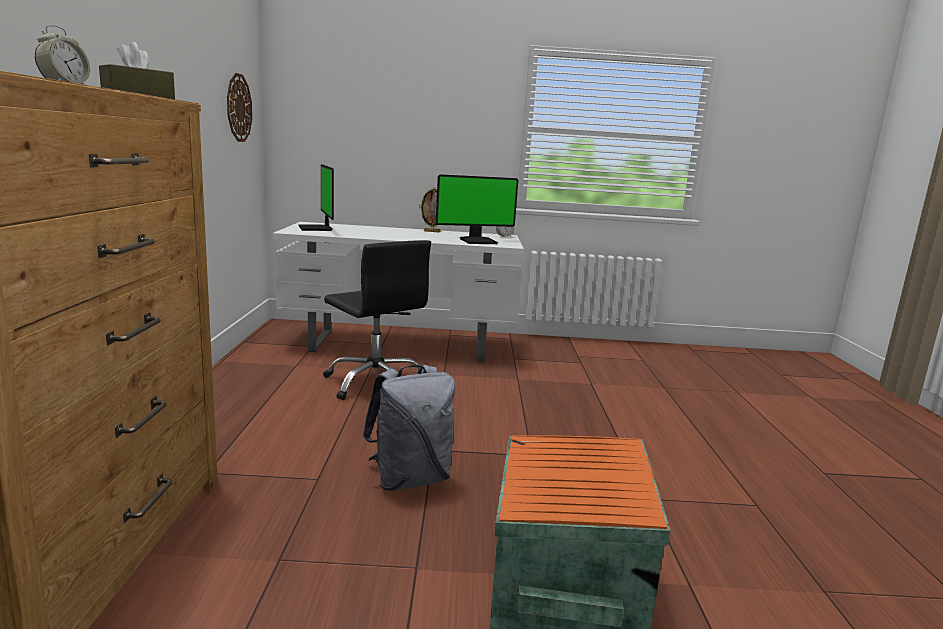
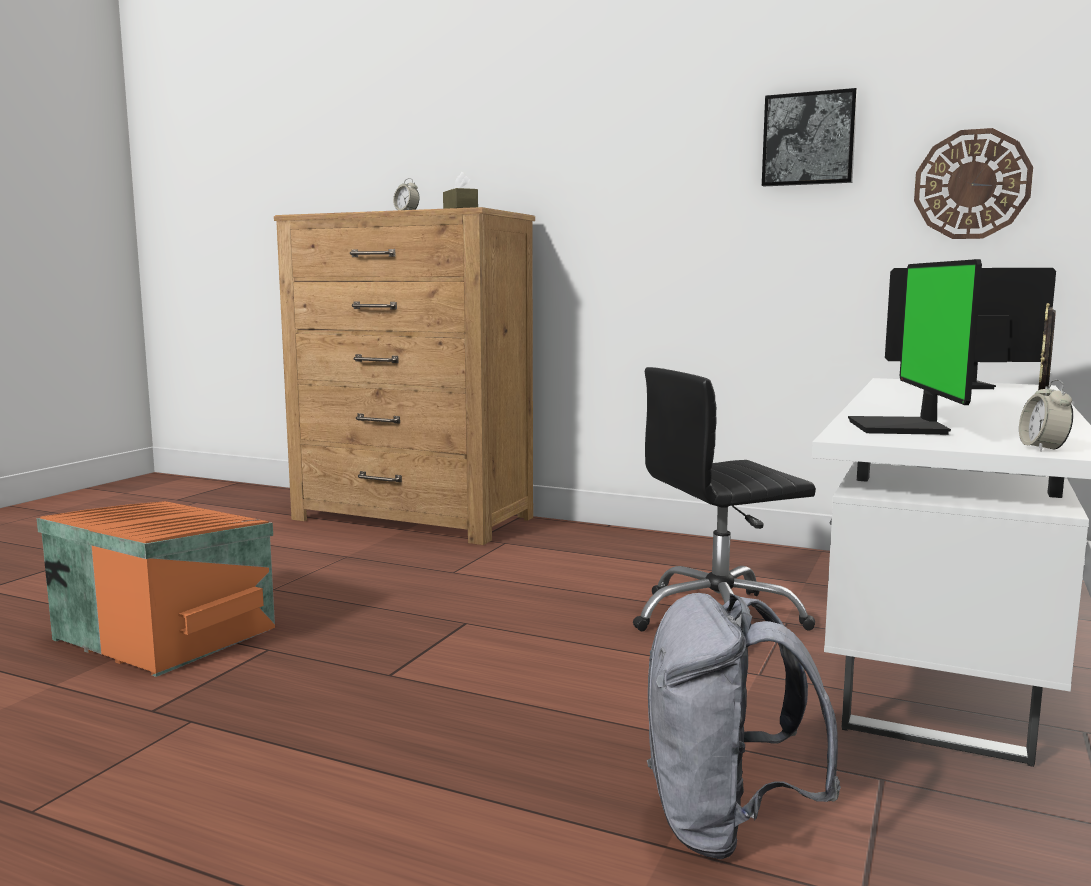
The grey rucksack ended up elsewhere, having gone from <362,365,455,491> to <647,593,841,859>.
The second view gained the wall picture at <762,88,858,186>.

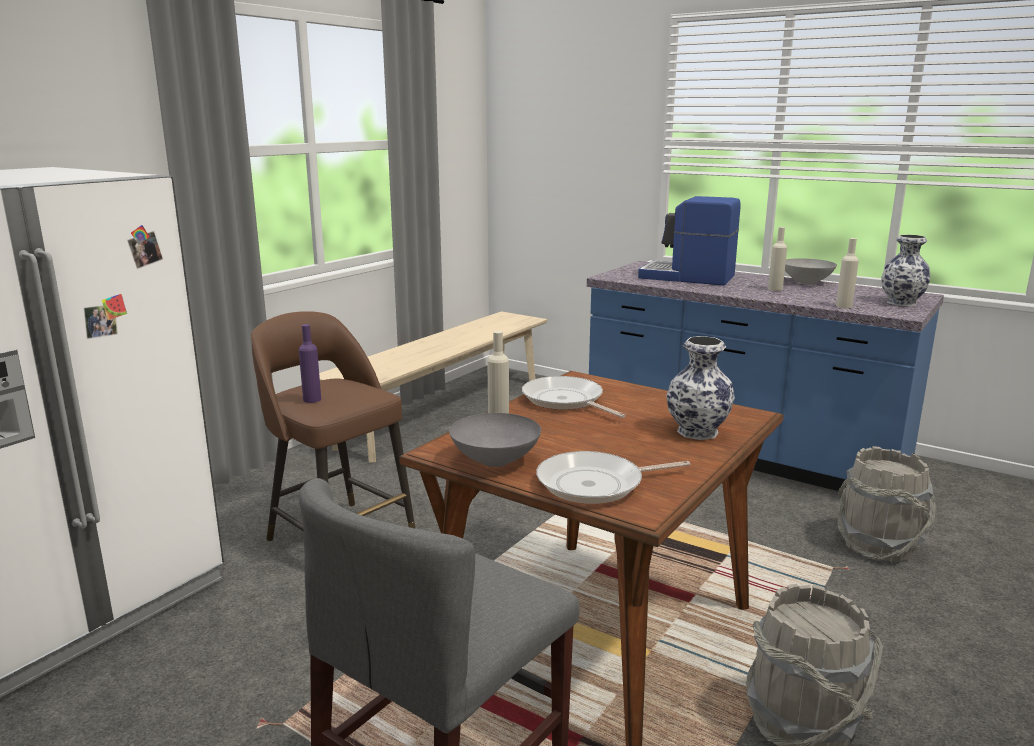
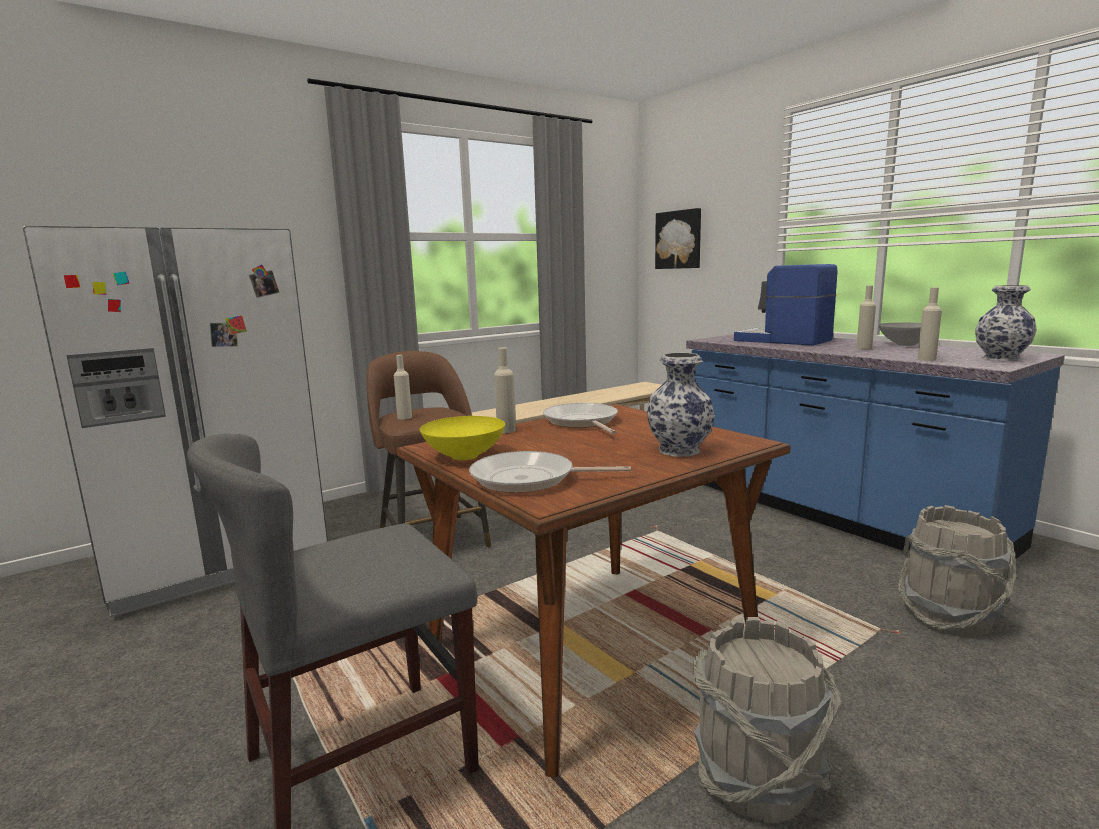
What was the purplish beverage bottle at <299,324,321,403> turned into the beige-coloured beverage bottle at <394,355,412,420>.
What was the grey deep dish at <449,413,541,467> turned into the yellow-coloured deep dish at <420,416,505,460>.
The second view gained the wall picture at <655,208,701,269>.

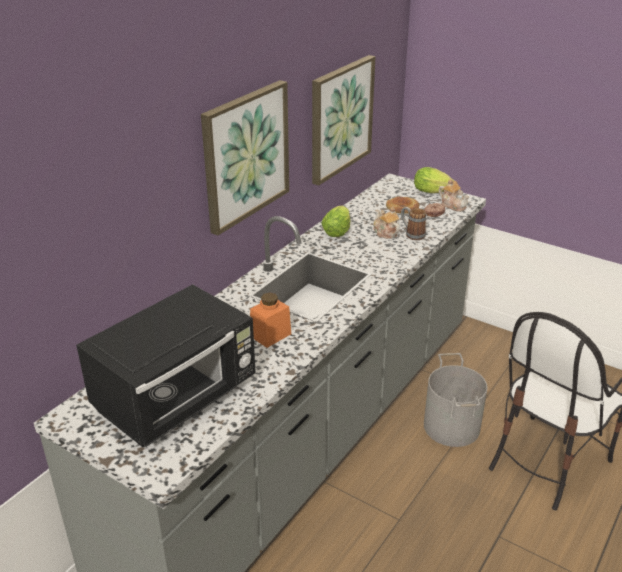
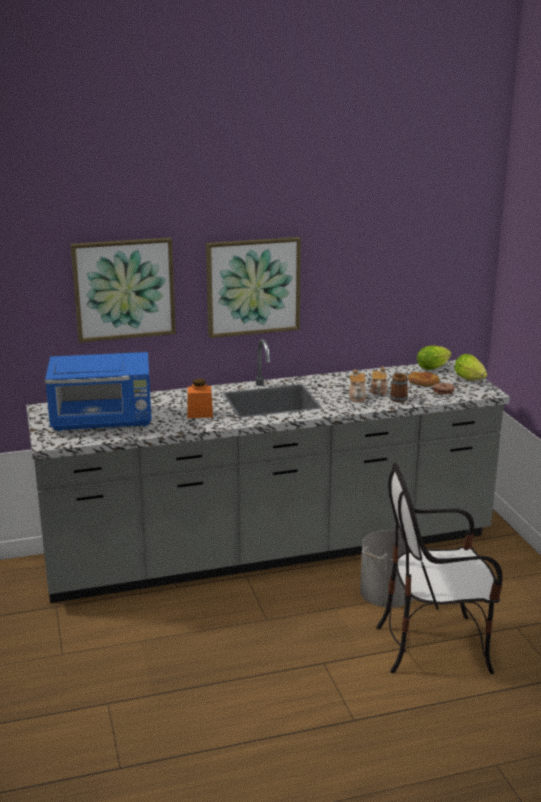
The wall picture ended up elsewhere, having gone from <312,55,375,185> to <70,237,176,343>.
The tea pot ended up elsewhere, having gone from <439,179,470,212> to <349,369,367,402>.
The head of lettuce ended up elsewhere, having gone from <321,206,350,237> to <417,346,452,370>.
What was the black kitchen microwave at <76,284,256,447> turned into the blue kitchen microwave at <45,352,152,431>.

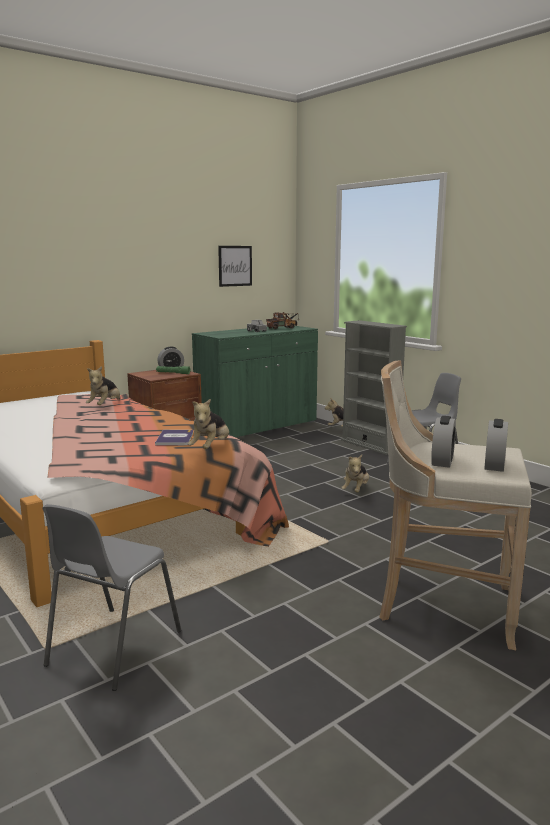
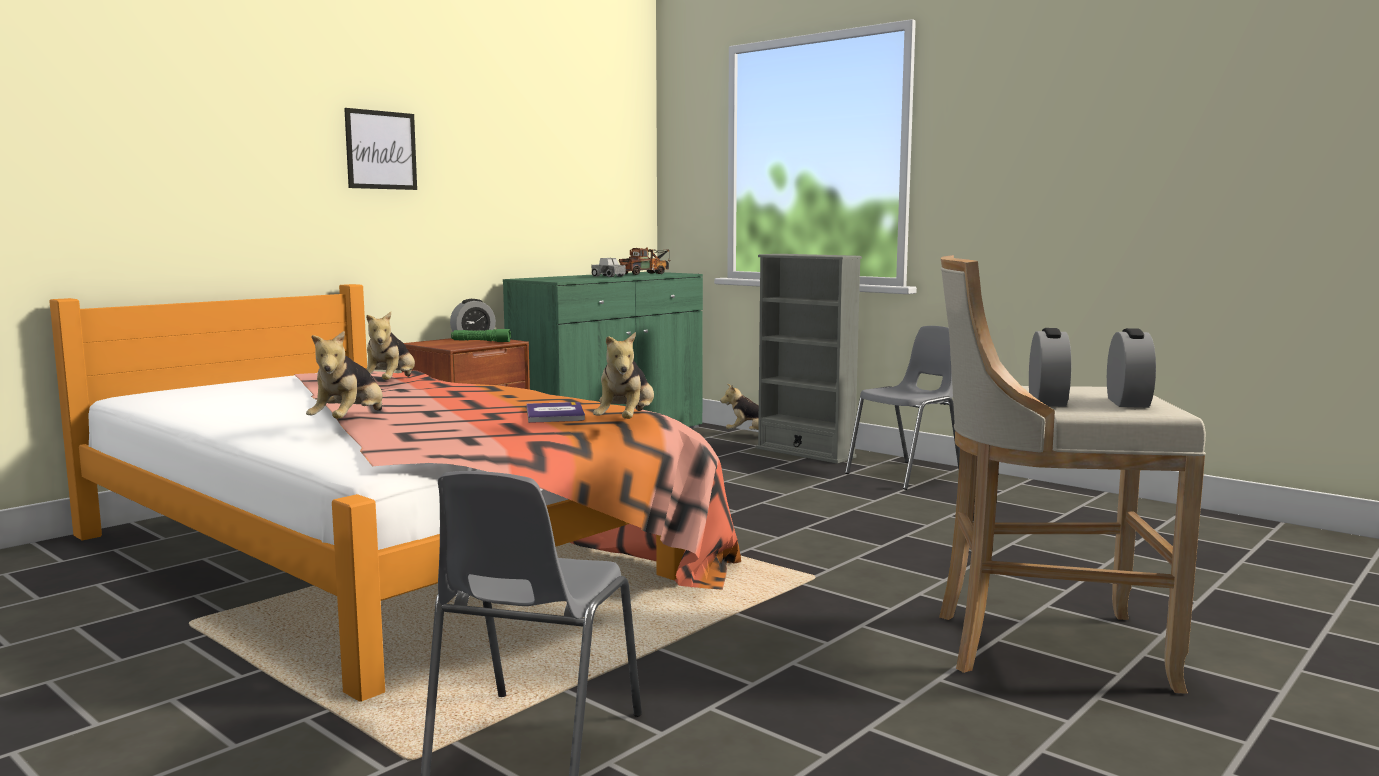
The wall picture ended up elsewhere, having gone from <218,246,252,287> to <344,108,417,190>.
The soft toy ended up elsewhere, having gone from <341,455,369,493> to <306,331,383,419>.

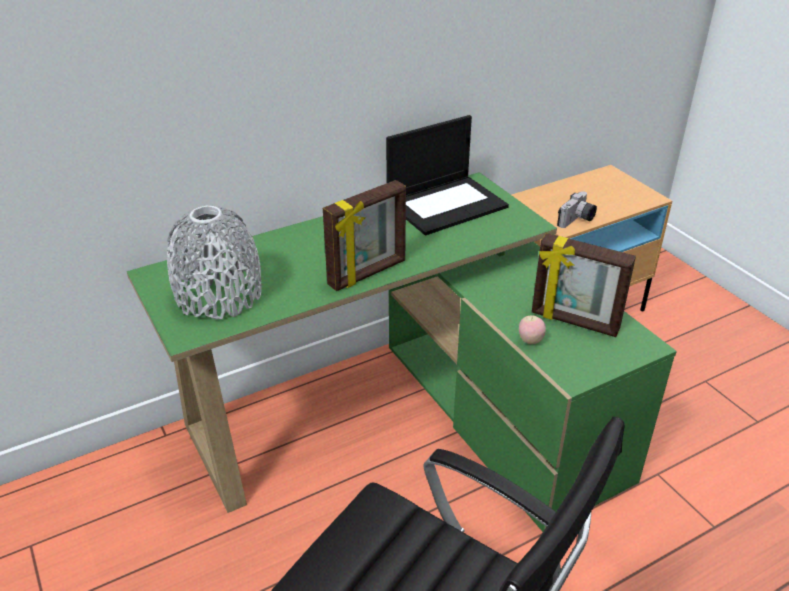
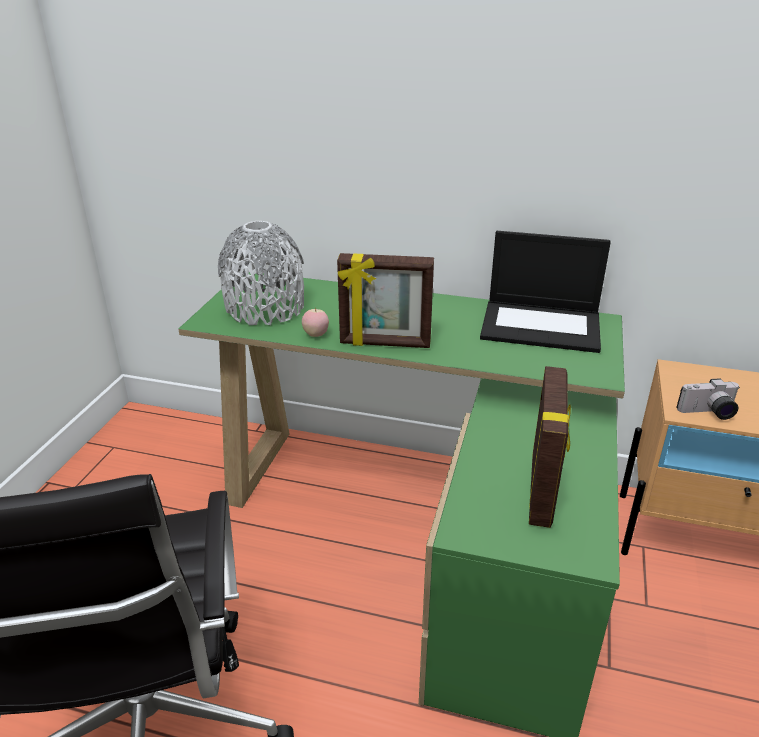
The standing frame at <532,233,636,337> ended up facing another way, 150 degrees counterclockwise from before.
The apple ended up elsewhere, having gone from <519,315,546,344> to <302,307,329,337>.

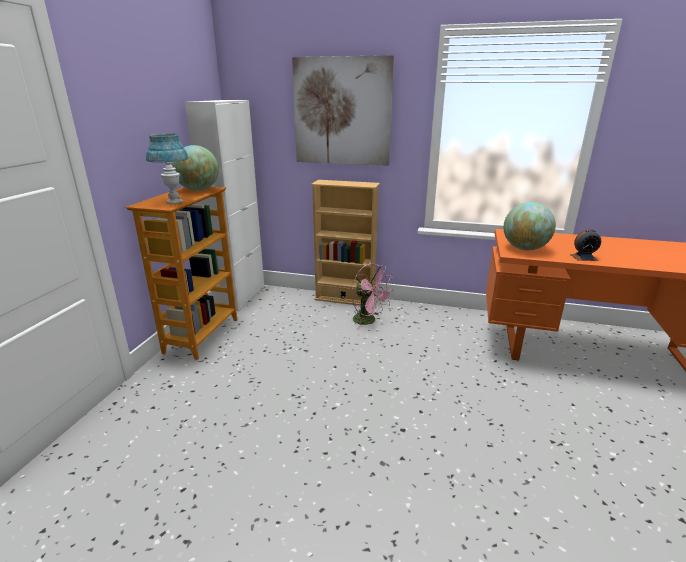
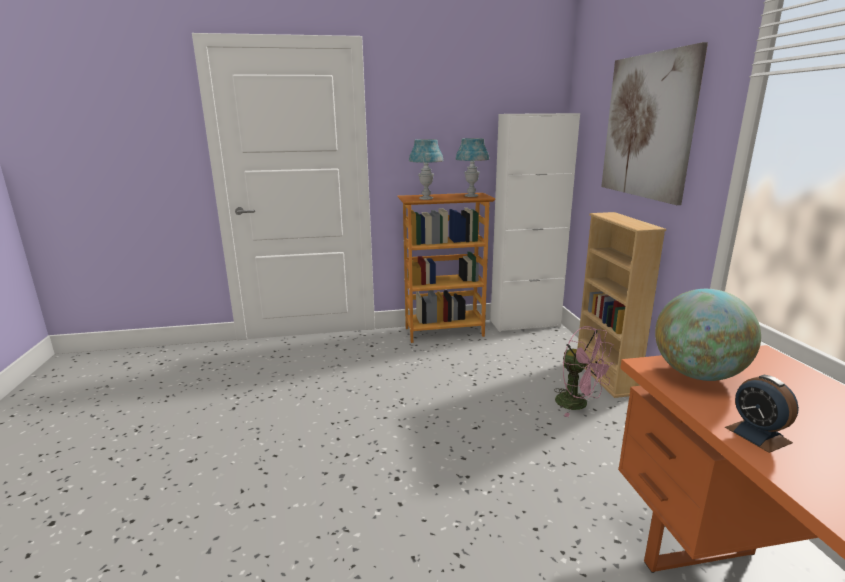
Where the globe stood at <172,145,219,191>, the blue tabletop lamp came to stand at <456,138,489,197>.
The pink-coloured electric fan at <352,263,394,330> ended up facing another way, 60 degrees counterclockwise from before.

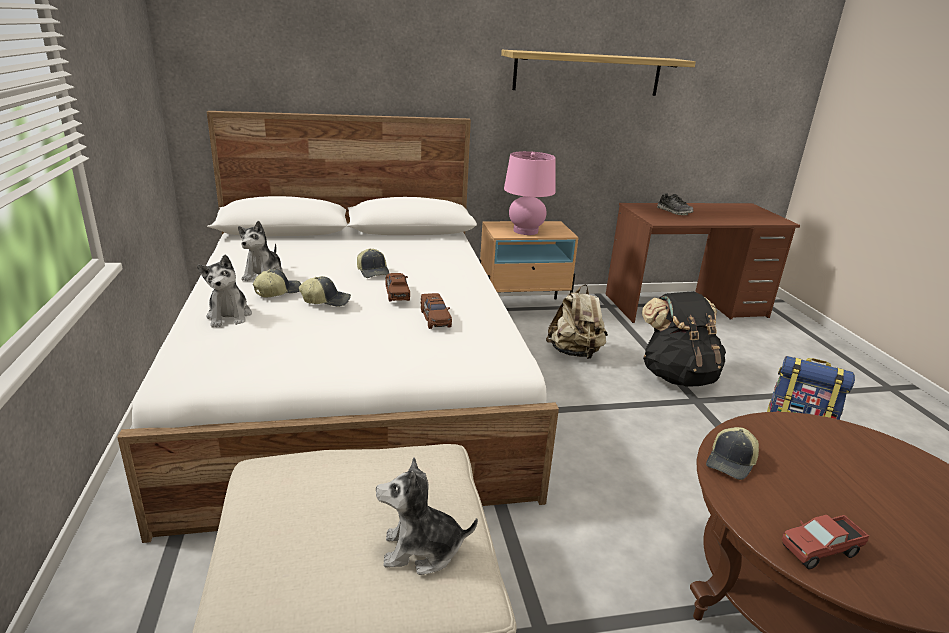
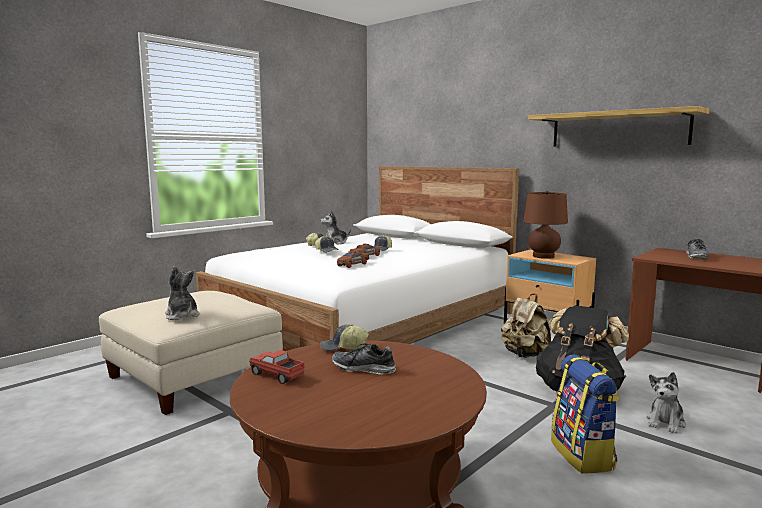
What was the pink-coloured tabletop lamp at <504,151,556,235> turned into the brown tabletop lamp at <523,191,568,259>.
The soft toy ended up elsewhere, having gone from <197,254,252,328> to <647,372,686,434>.
The second view gained the item of footwear at <332,343,396,374>.

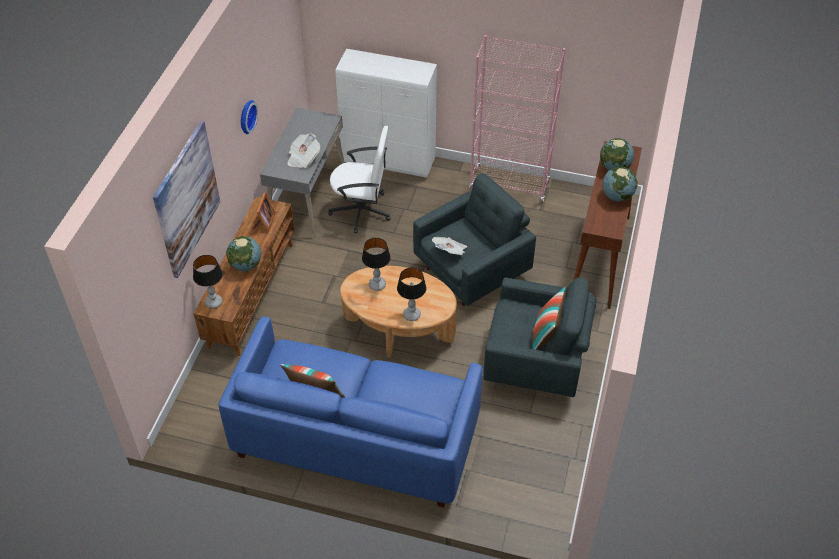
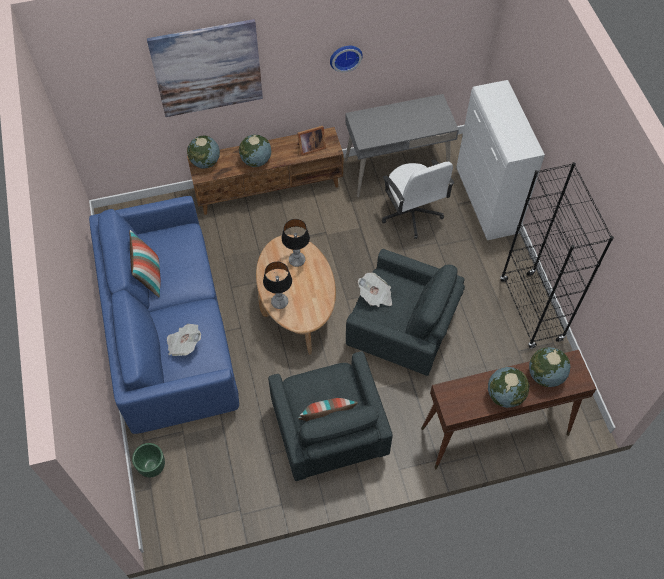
What was the pink-coloured bookcase at <469,35,565,202> turned into the black bookcase at <500,162,614,349>.
The newspaper ended up elsewhere, having gone from <287,133,320,168> to <167,324,201,356>.
Where the tabletop lamp stood at <193,255,223,309>, the globe came to stand at <187,135,220,169>.
The second view gained the green-coloured planter at <132,443,165,477>.

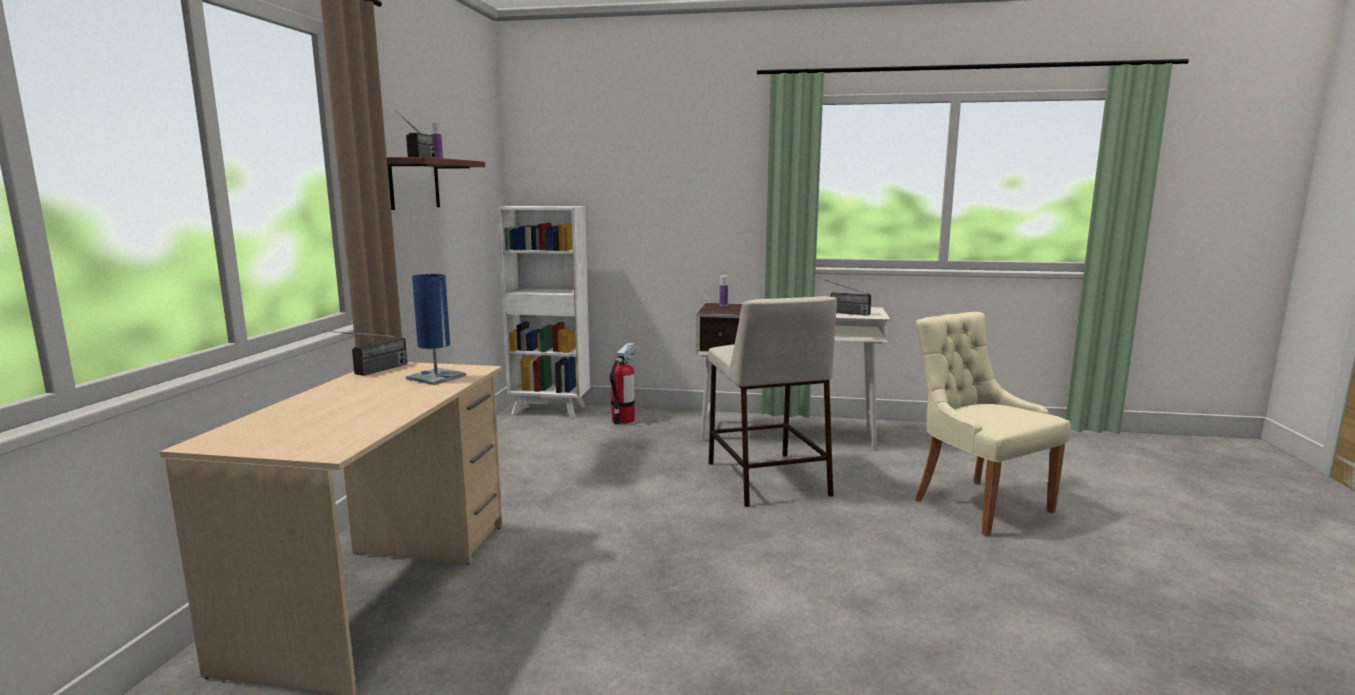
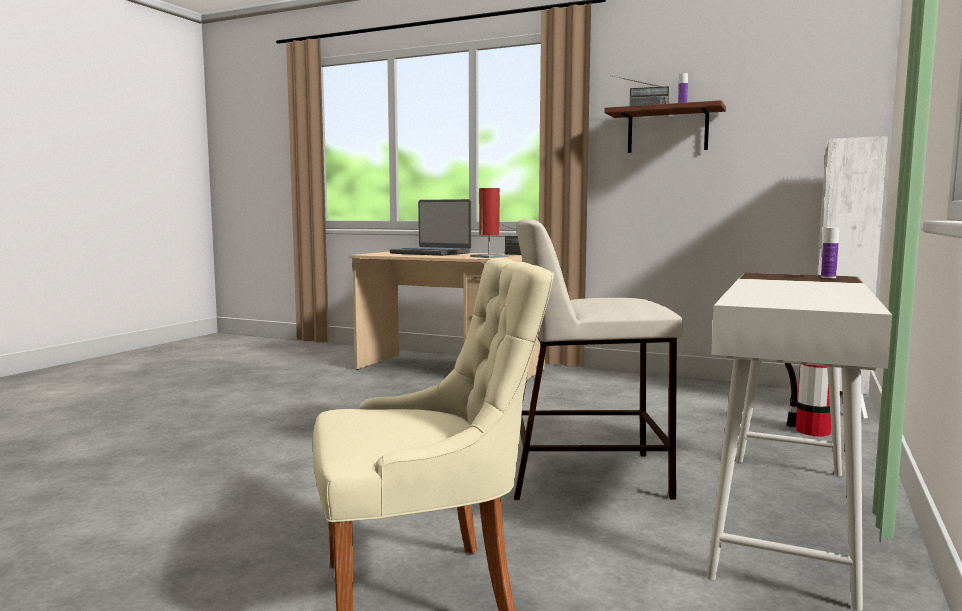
What was the blue tabletop lamp at <406,274,466,385> turned into the red tabletop lamp at <470,188,508,258>.
The second view lost the radio set at <813,276,871,316>.
The second view gained the laptop at <390,199,471,256>.

